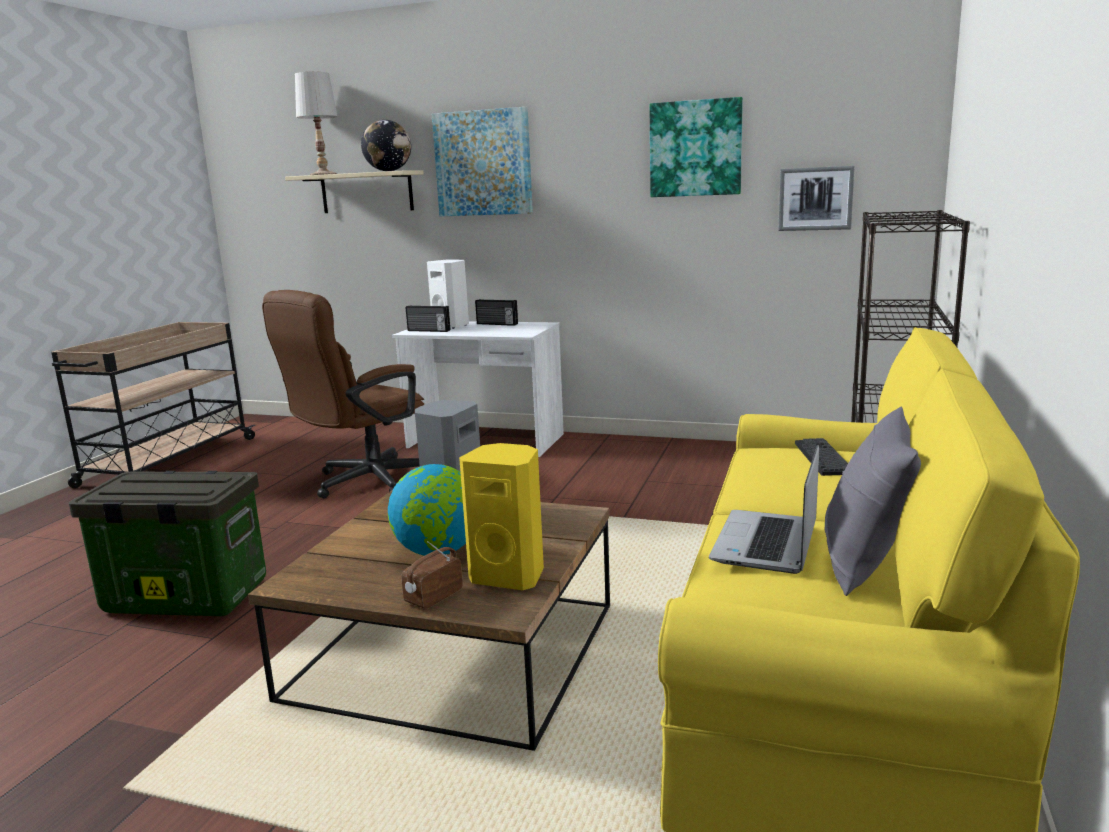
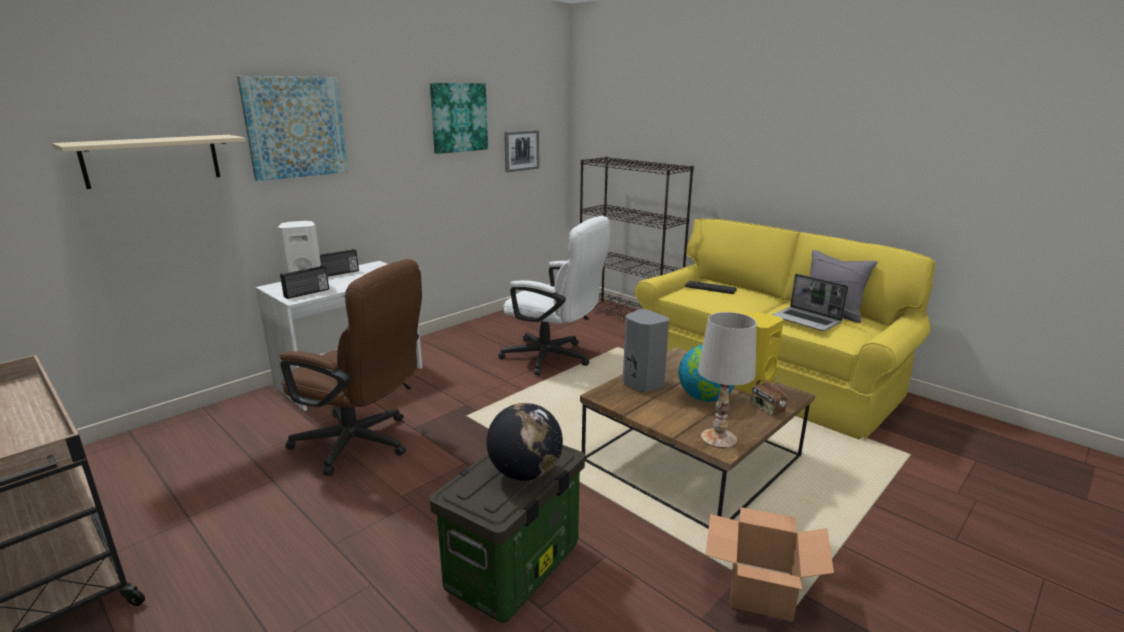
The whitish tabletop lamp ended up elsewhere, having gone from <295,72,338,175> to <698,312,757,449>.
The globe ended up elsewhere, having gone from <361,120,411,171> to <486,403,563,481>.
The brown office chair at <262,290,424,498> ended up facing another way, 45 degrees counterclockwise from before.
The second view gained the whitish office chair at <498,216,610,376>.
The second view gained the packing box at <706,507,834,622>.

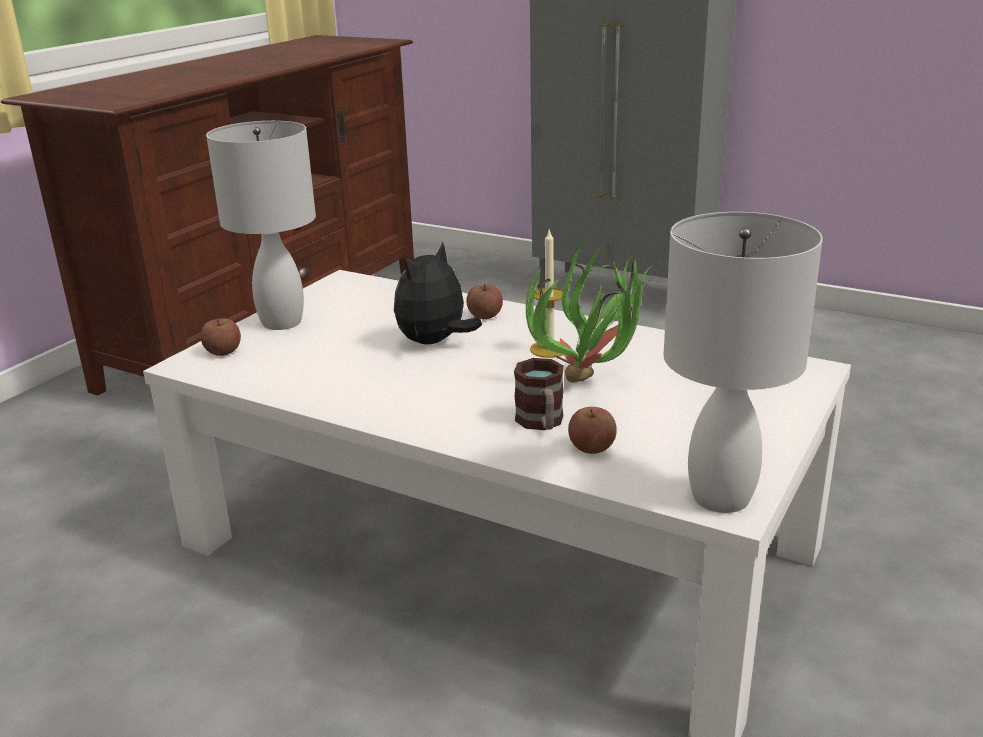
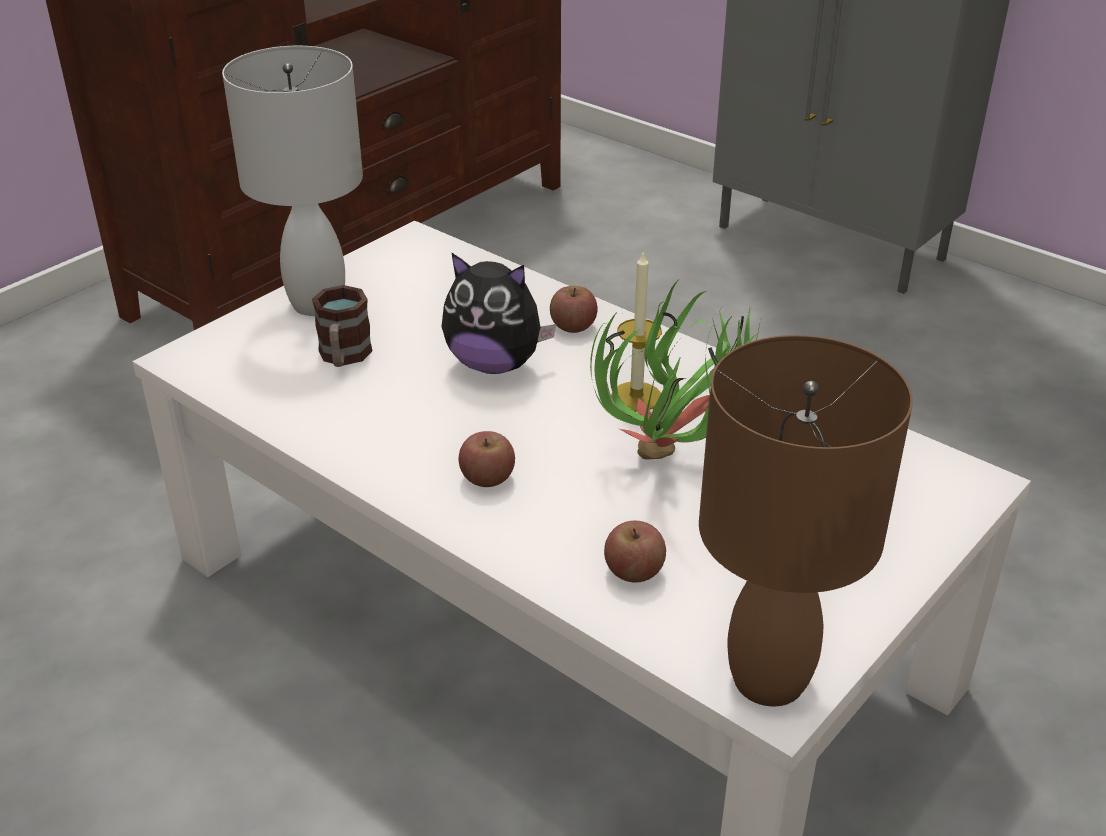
What was the whitish tabletop lamp at <664,212,823,513> turned into the brown tabletop lamp at <699,335,913,707>.
The soft toy at <394,242,482,344> ended up facing another way, 120 degrees counterclockwise from before.
The apple ended up elsewhere, having gone from <201,318,241,356> to <459,431,515,487>.
The mug ended up elsewhere, having gone from <514,358,564,430> to <312,285,373,367>.

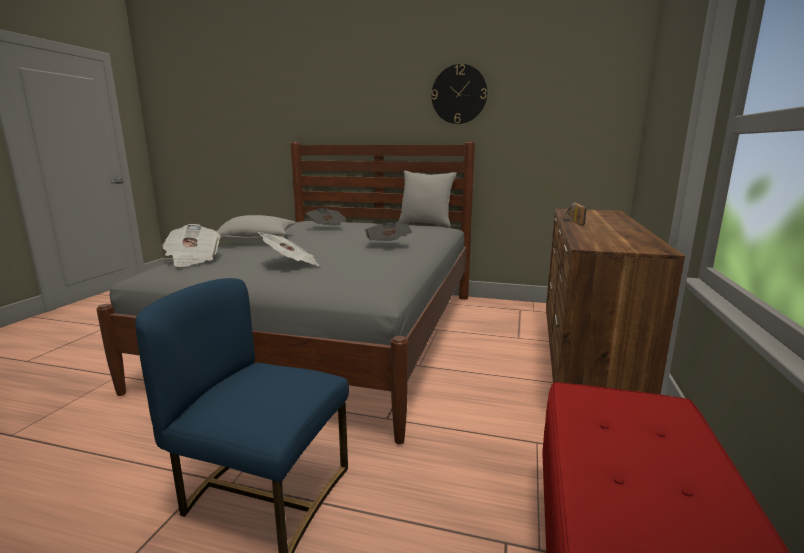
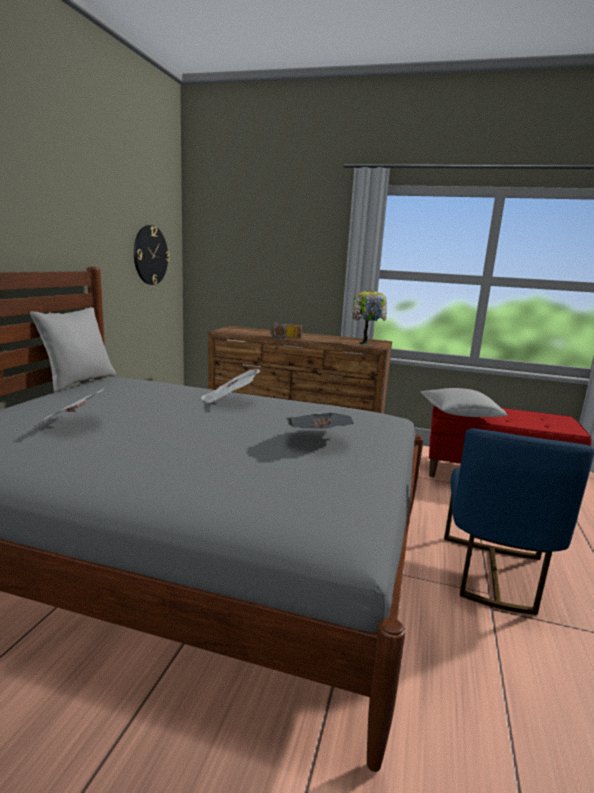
The hanging clock ended up elsewhere, having gone from <431,64,488,124> to <134,225,170,285>.
The grey pillow ended up elsewhere, having gone from <216,215,296,243> to <420,388,507,417>.
The second view lost the newspaper at <162,224,221,267>.
The second view gained the tabletop lamp at <353,290,387,346>.

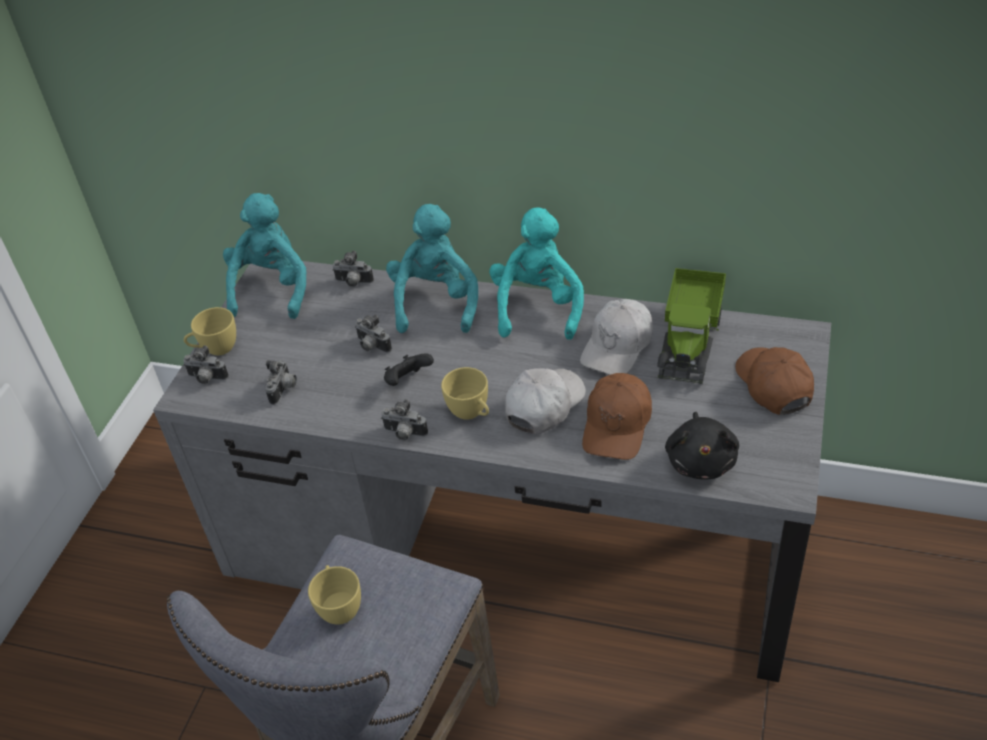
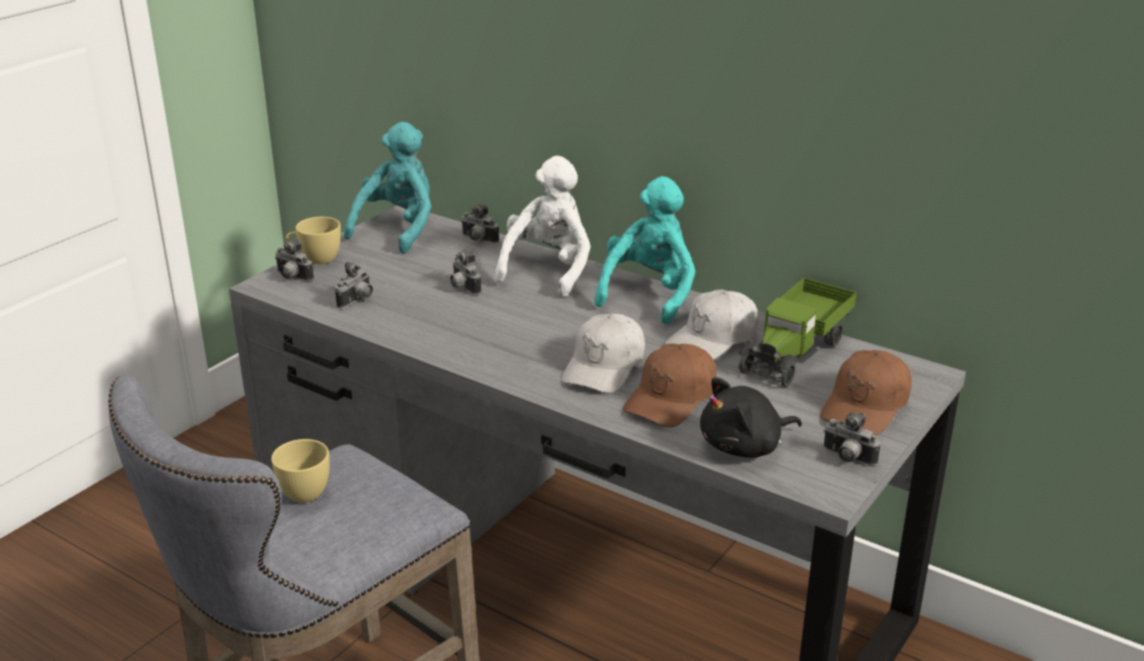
What was the turquoise soft toy at <386,204,478,333> turned into the whitish soft toy at <495,156,591,297>.
The brown peaked cap at <735,347,814,415> ended up facing another way, 150 degrees counterclockwise from before.
The second view lost the black joypad at <384,353,434,386>.
The second view lost the yellow-coloured cup at <441,367,489,420>.
The whitish peaked cap at <505,368,586,434> ended up facing another way, 150 degrees clockwise from before.
The photo camera ended up elsewhere, having gone from <381,399,428,440> to <823,412,880,466>.
The black soft toy at <665,412,739,480> ended up facing another way, 45 degrees clockwise from before.

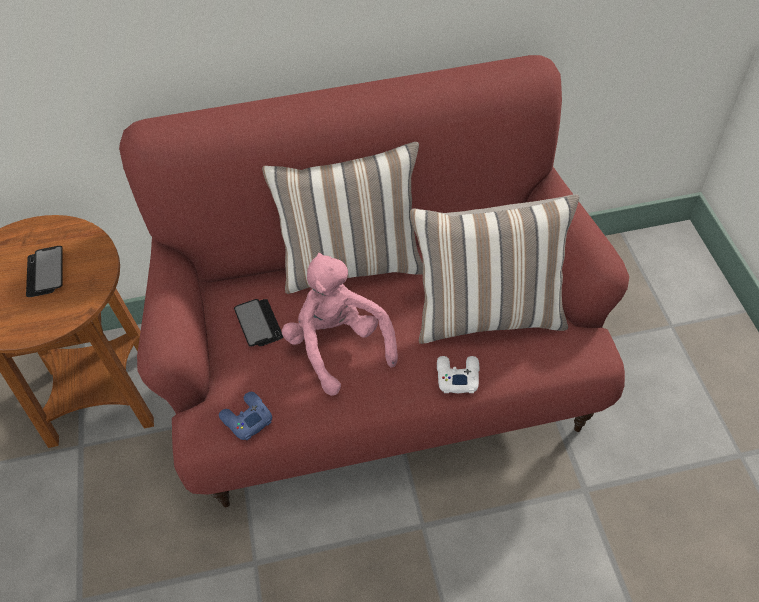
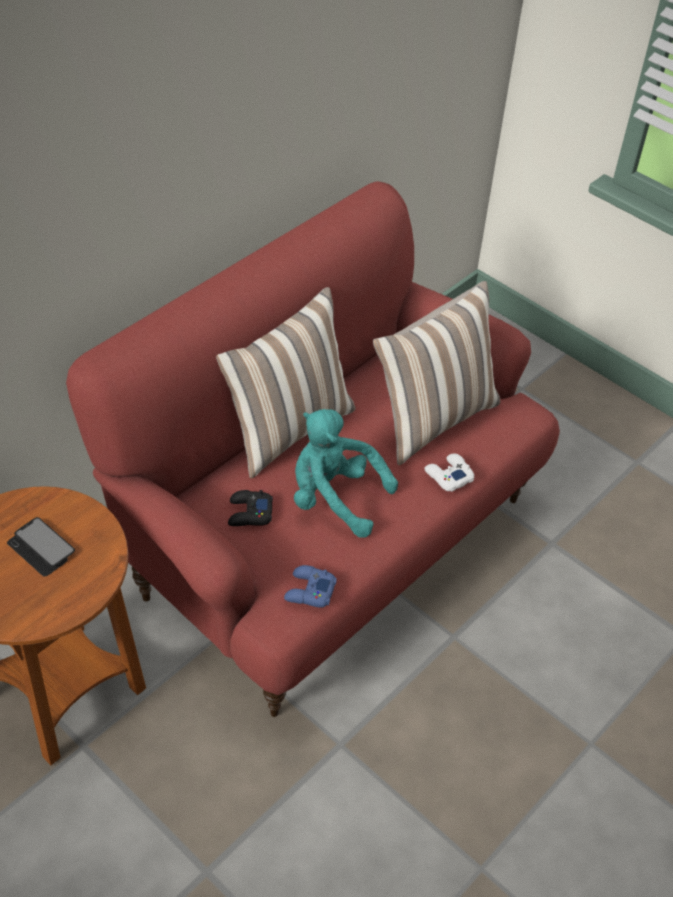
What was the pink-coloured soft toy at <282,253,398,396> turned into the turquoise soft toy at <294,409,398,538>.
Where the handset stood at <234,299,283,347>, the black joypad came to stand at <228,490,273,526>.

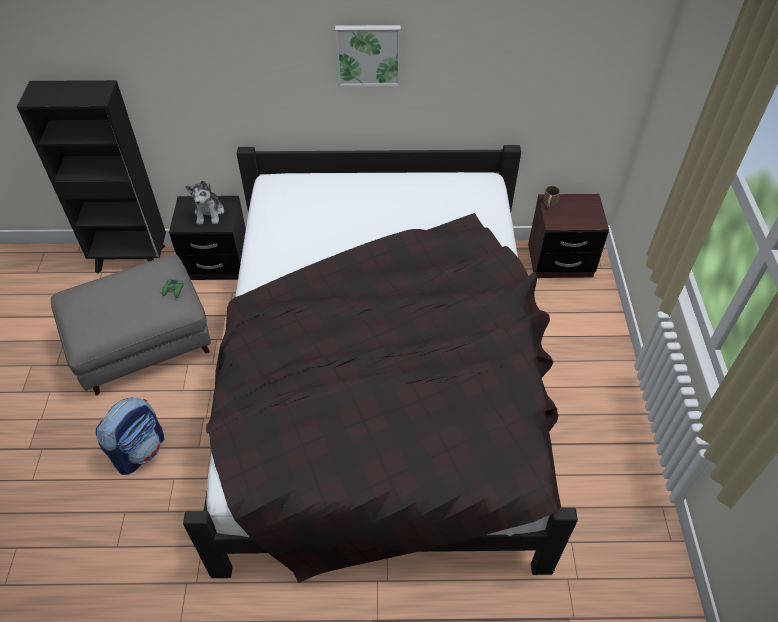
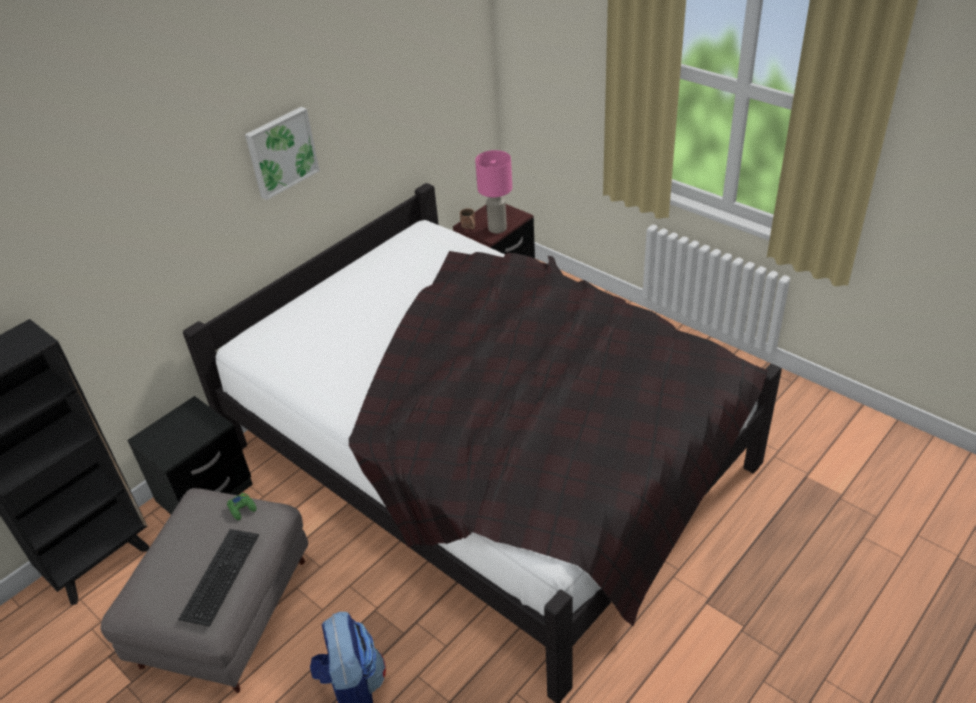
The second view lost the soft toy at <185,180,224,224>.
The second view gained the pink-coloured tabletop lamp at <475,150,512,233>.
The second view gained the PC keyboard at <178,529,259,627>.

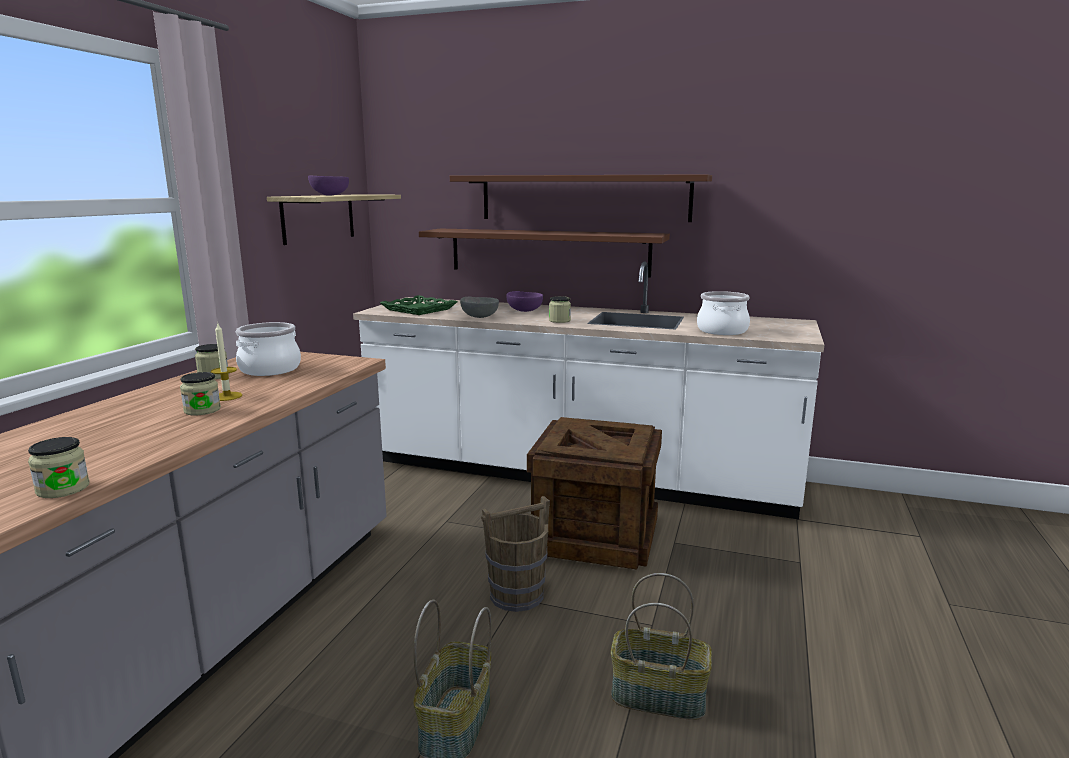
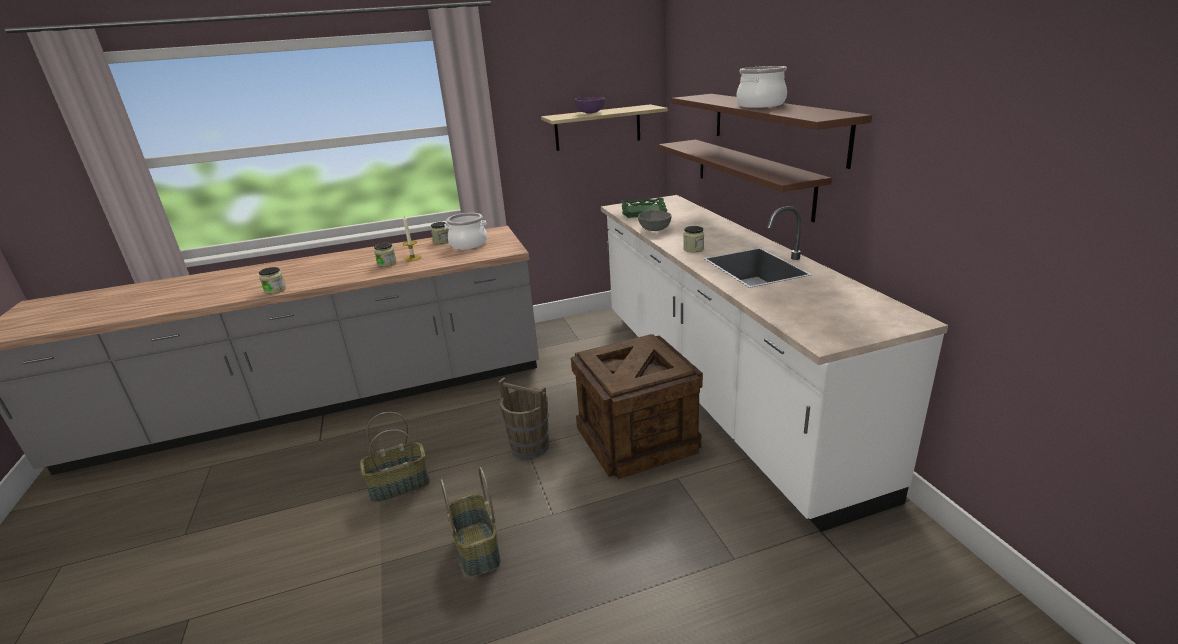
The second view lost the purplish deep dish at <507,291,543,312>.
The stockpot ended up elsewhere, having gone from <697,291,750,335> to <736,66,787,108>.

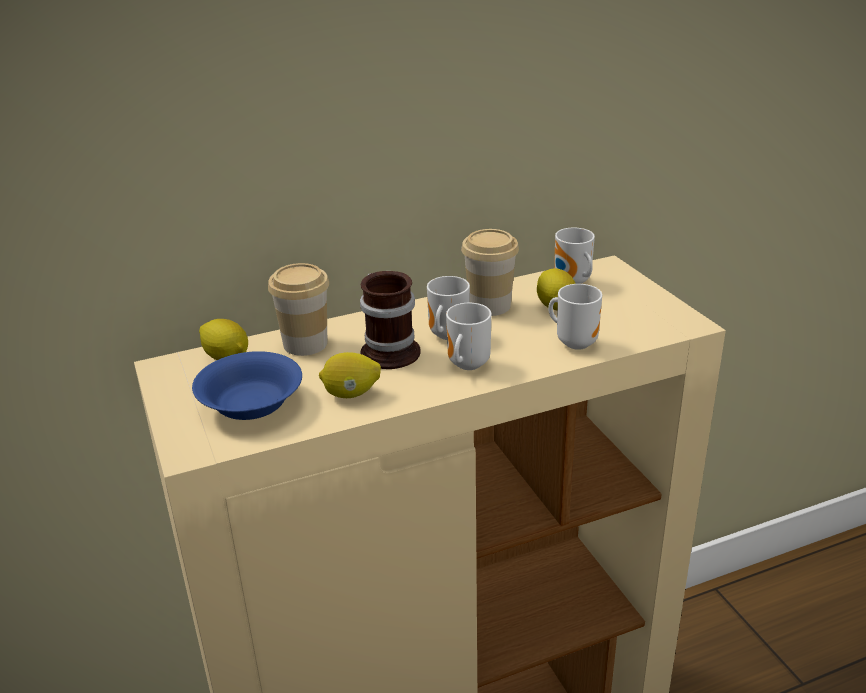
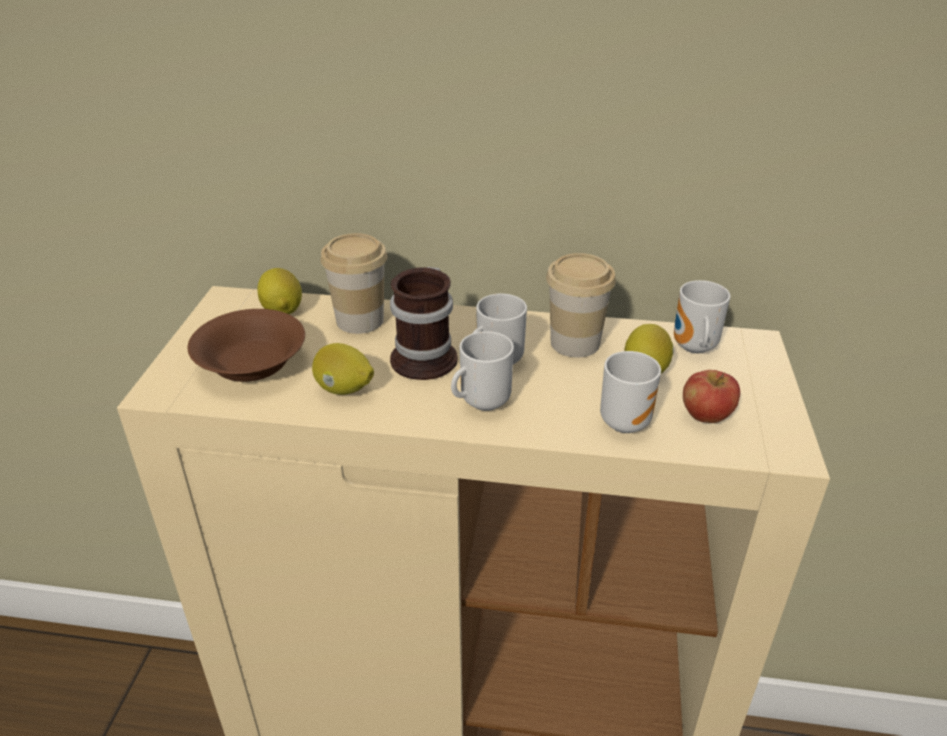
What was the blue deep dish at <192,351,302,420> turned into the brown deep dish at <188,309,305,382>.
The second view gained the apple at <683,370,740,423>.

